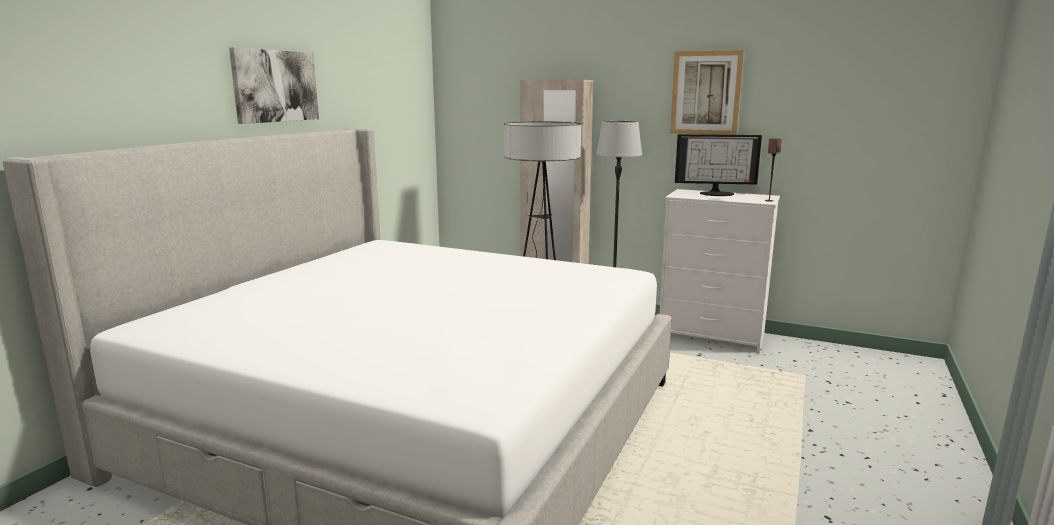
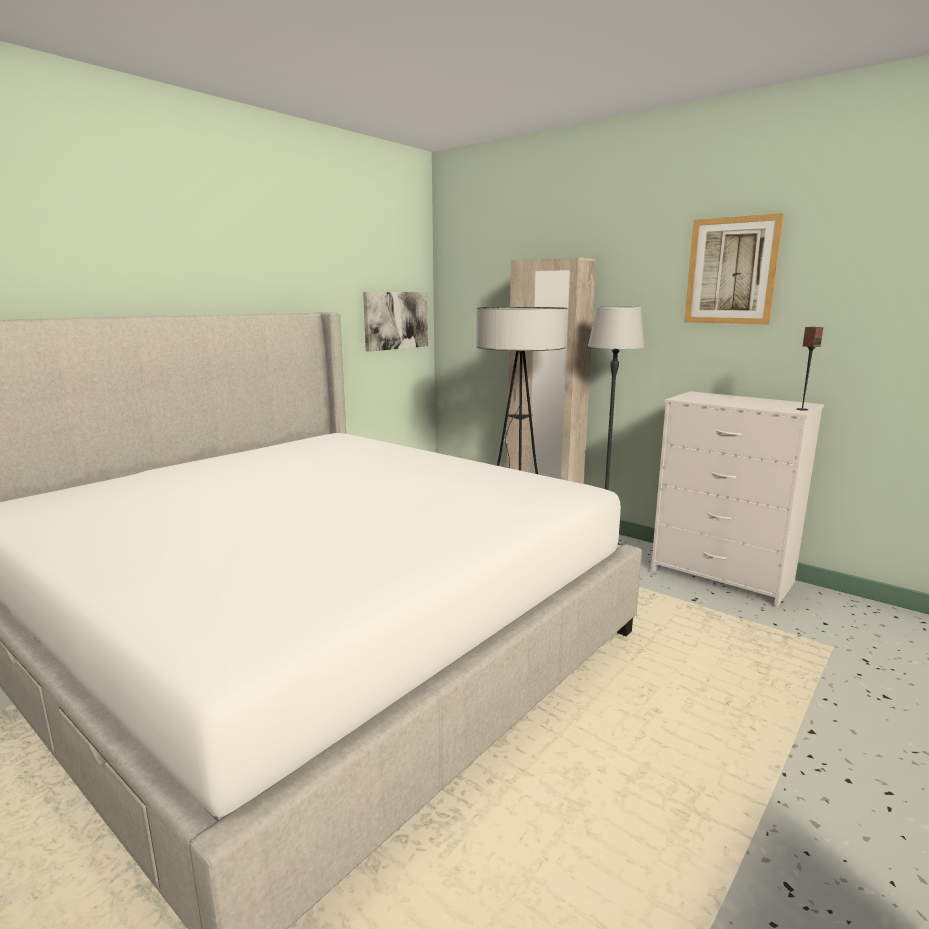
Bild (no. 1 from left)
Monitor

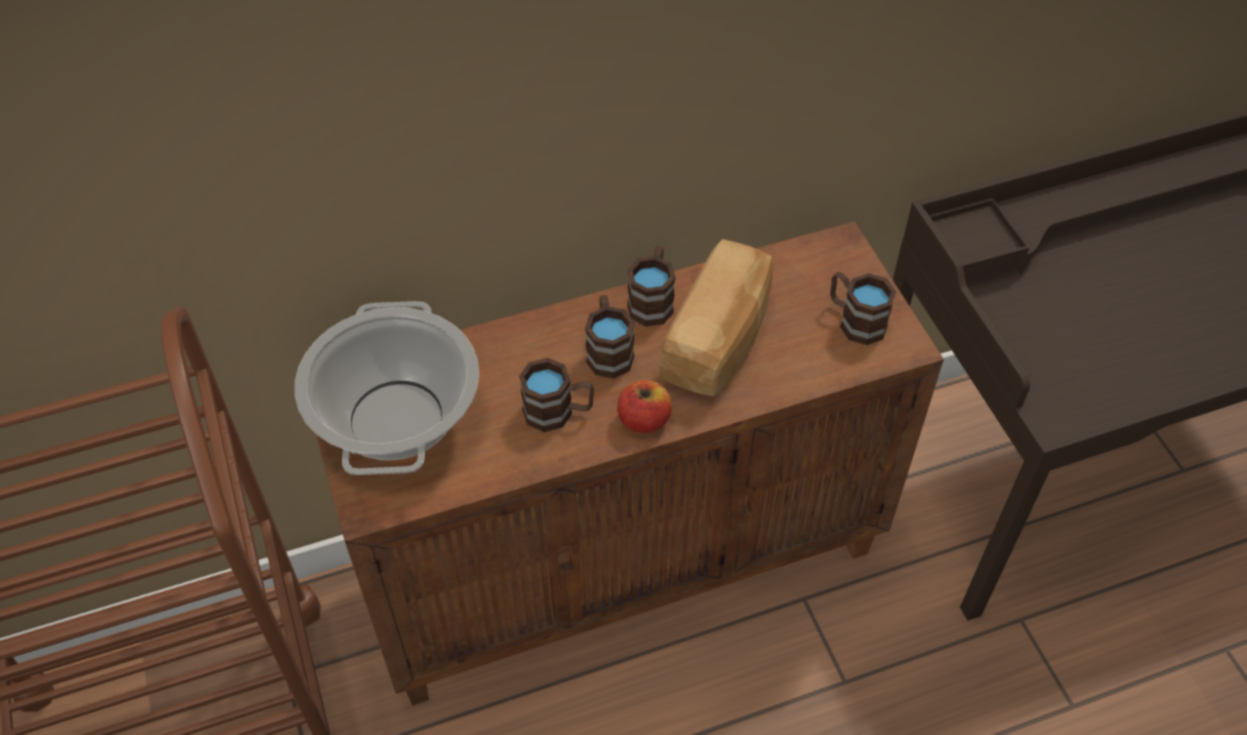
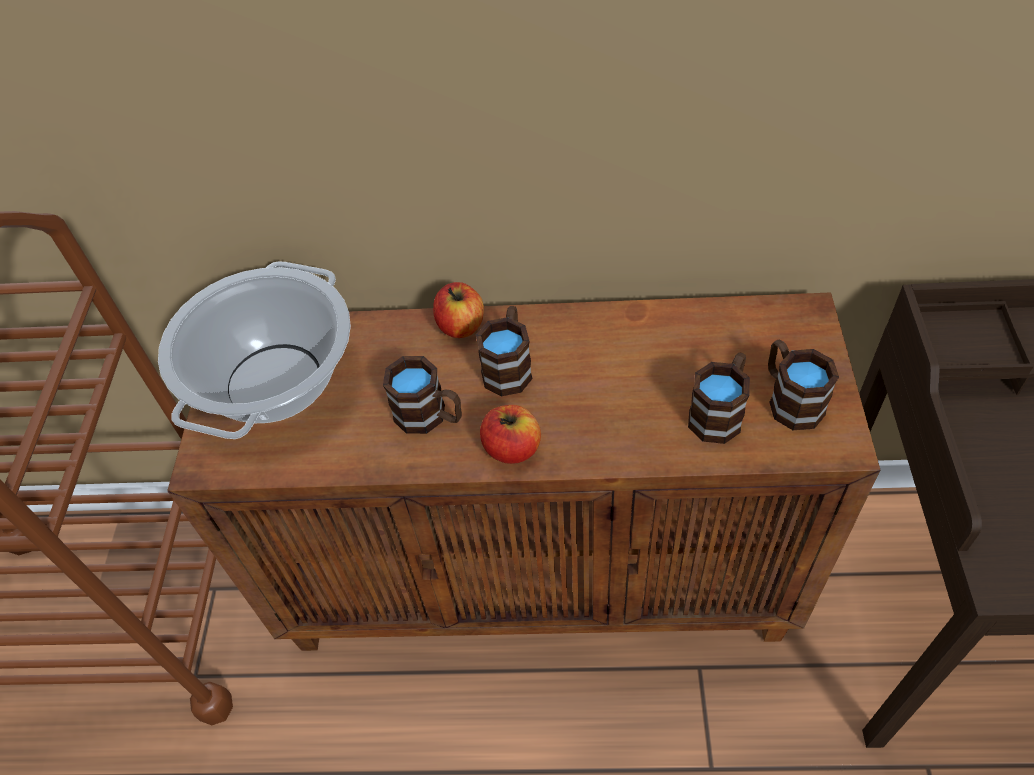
Brot
Henkelbecher/braun (no. 3 from left)
Apfel (no. 1 from left)

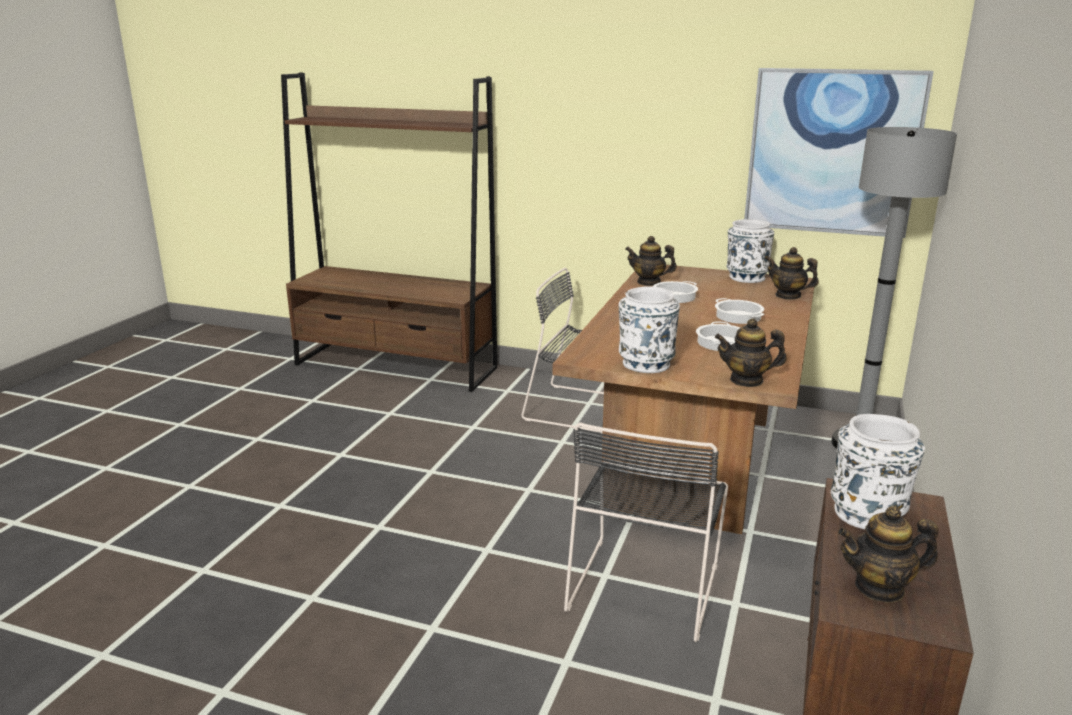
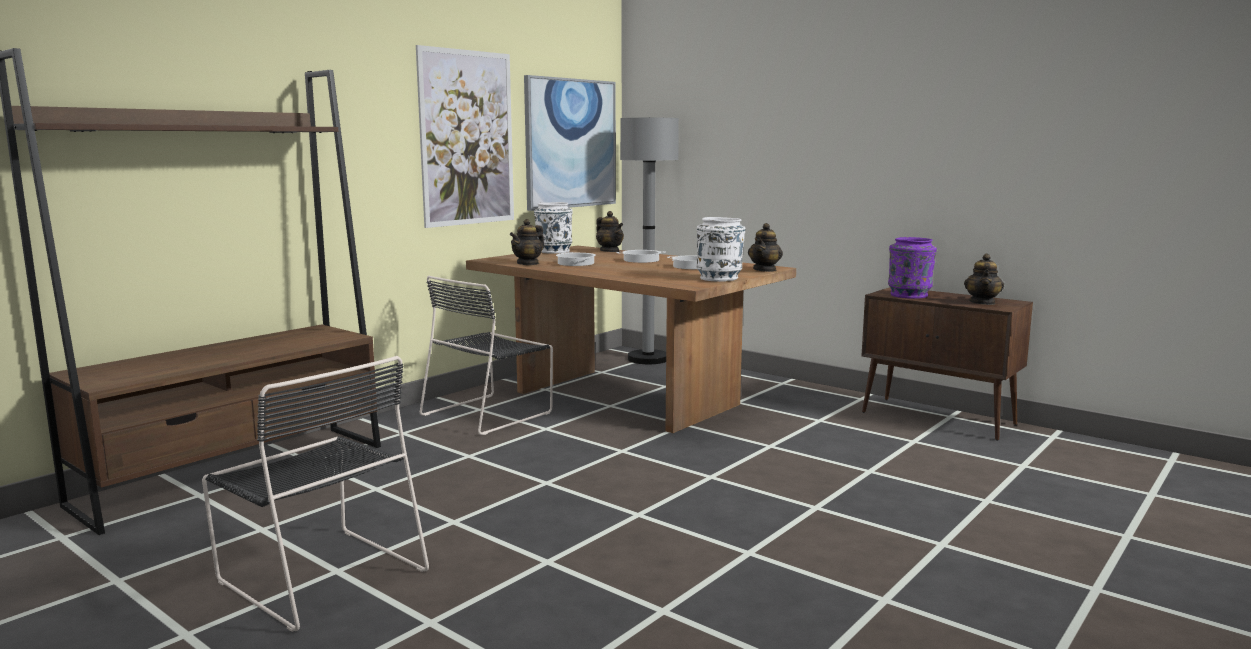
Teekanne (no. 2 from left)
Vase/lila
Stuhl/schwarz (no. 1 from left)
Bild (no. 1 from left)

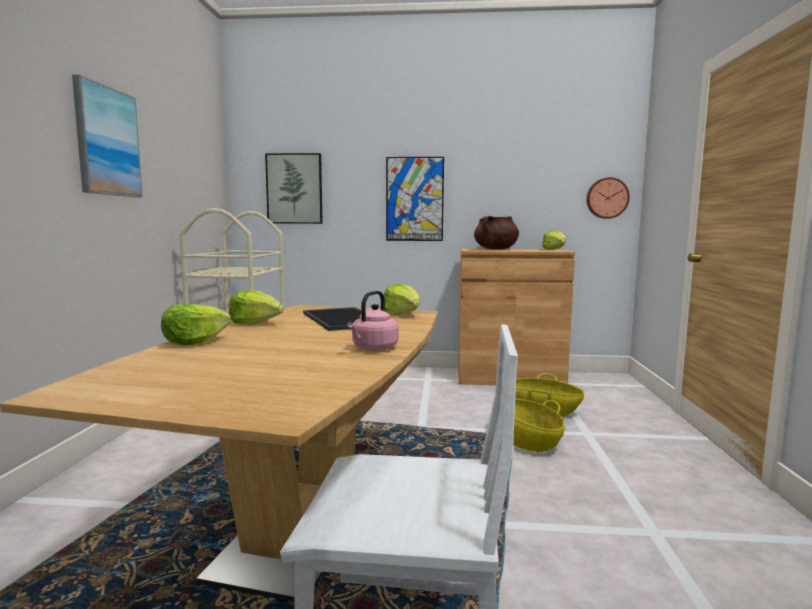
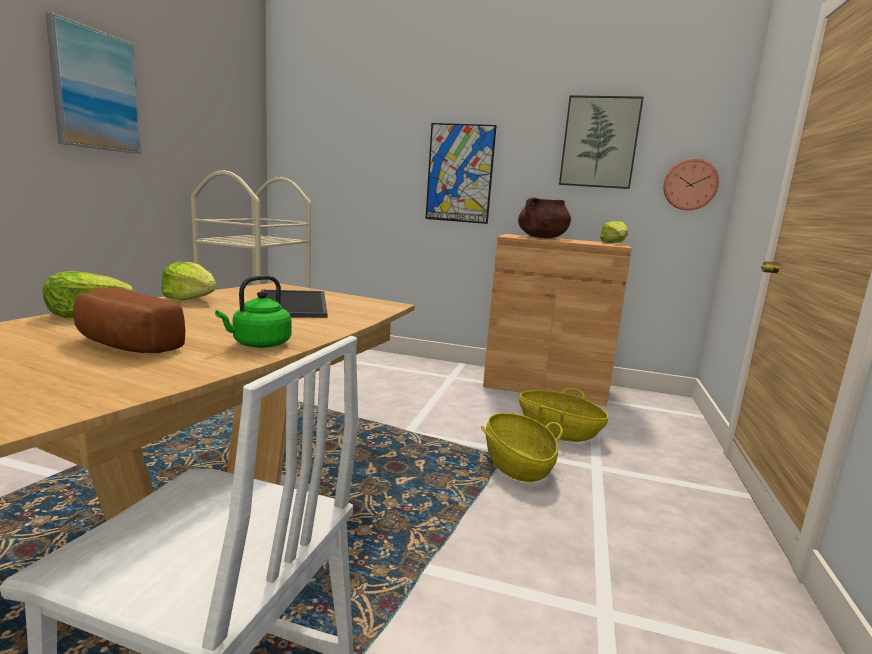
Bild (no. 3 from left)
Salatkopf (no. 3 from left in the first image)
Wasserkessel/grün
Brot

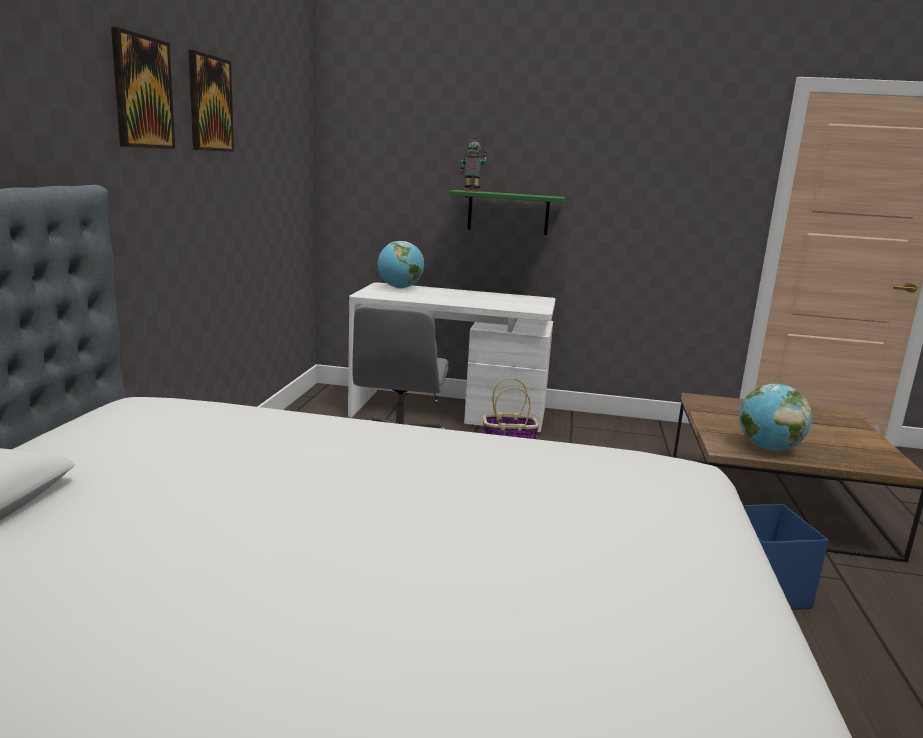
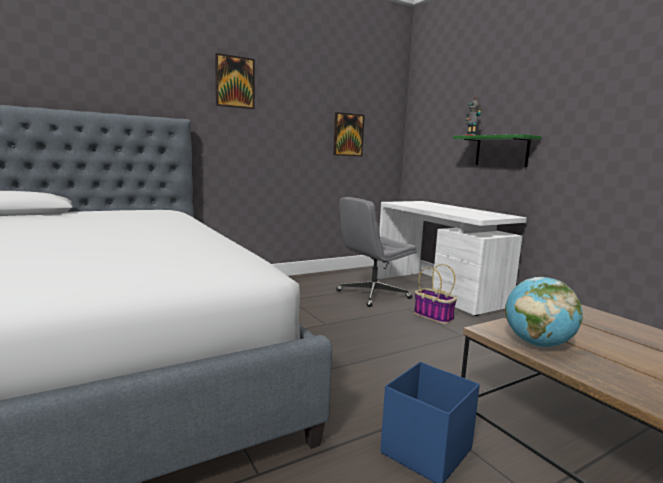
Bild (no. 2 from left)
Globus (no. 1 from left in the first image)

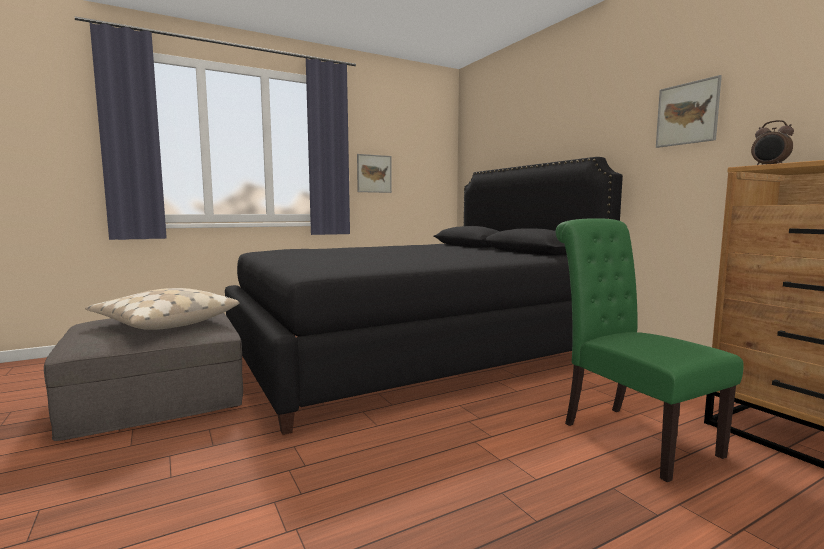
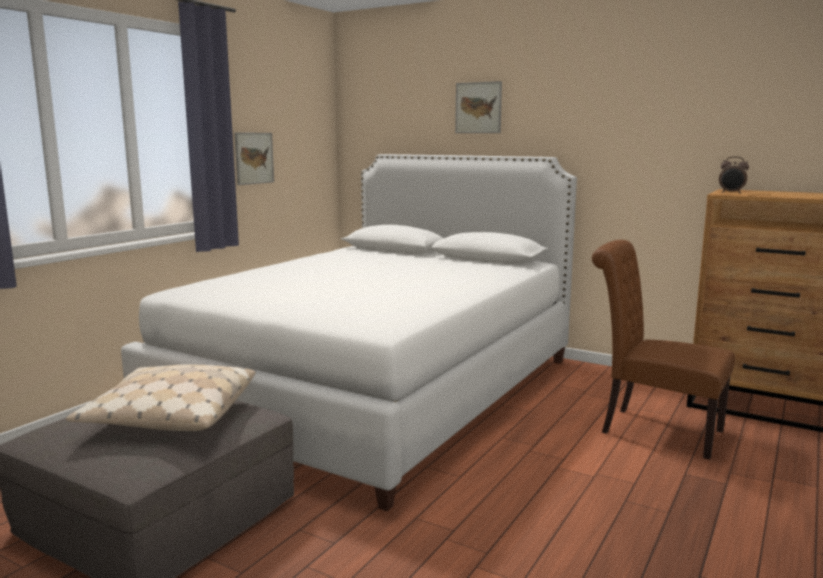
Bild (no. 2 from left)
Bett/weiß
Stuhl/braun

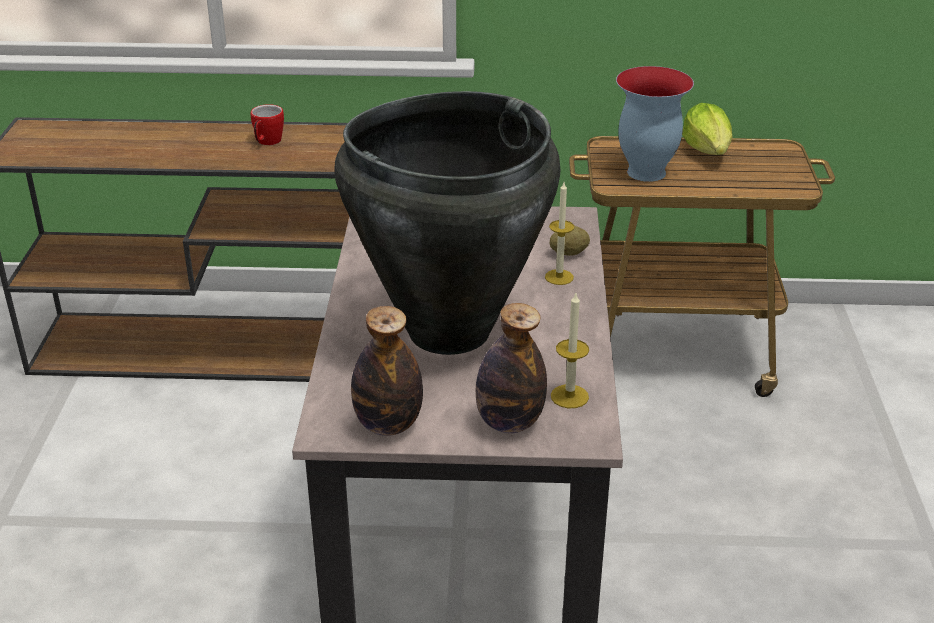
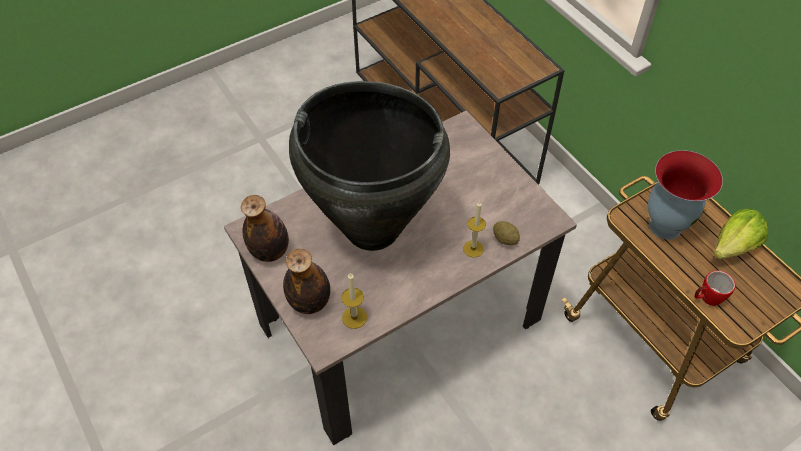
Henkelbecher

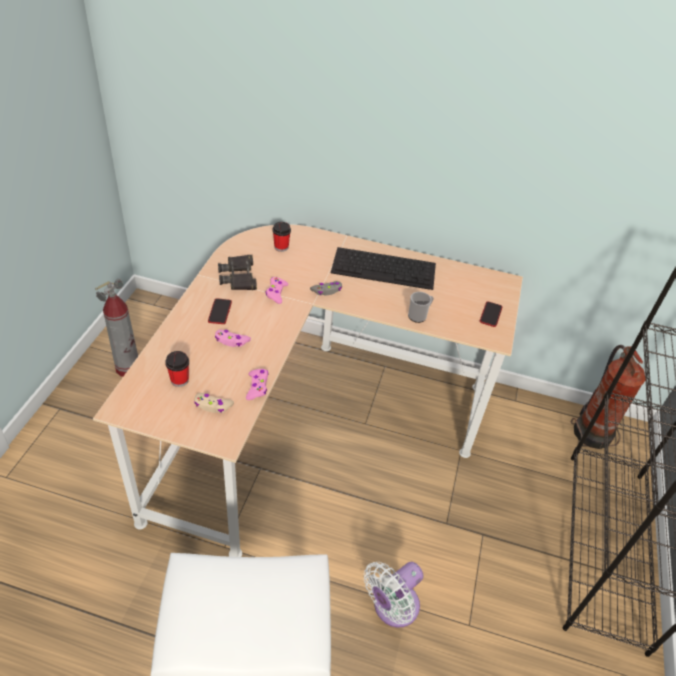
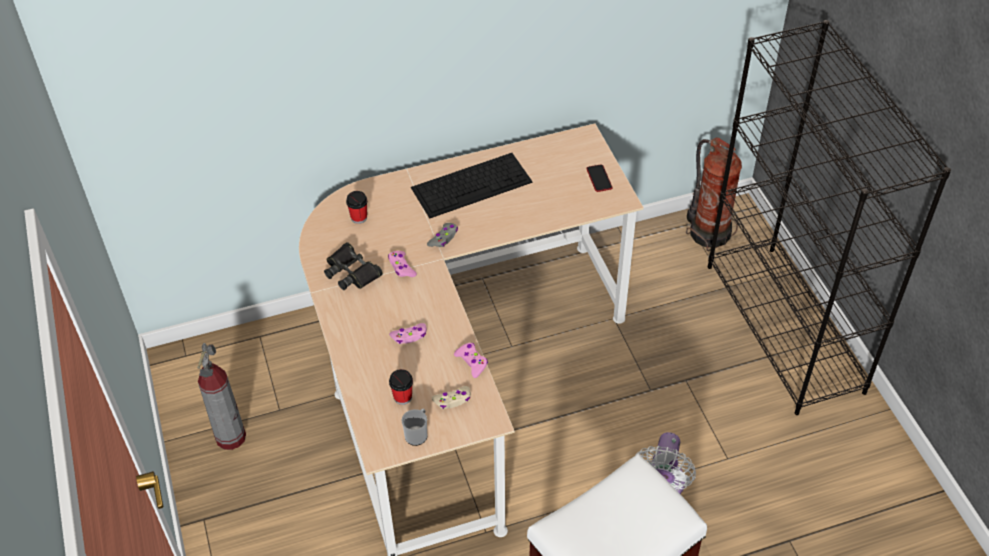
Henkelbecher
Handy (no. 1 from left in the first image)

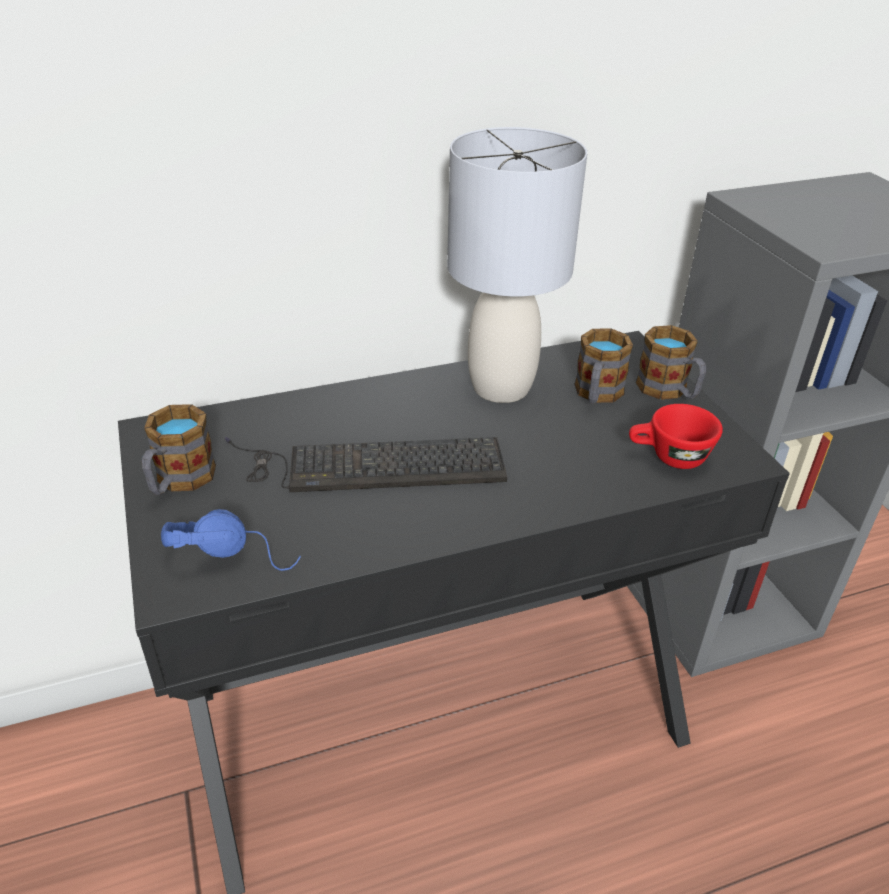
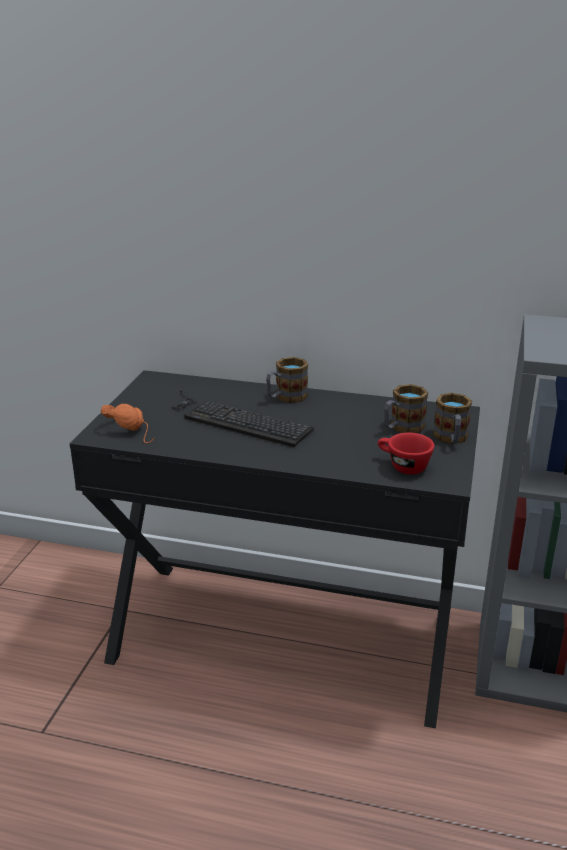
Tischlampe/grau
Henkelbecher (no. 1 from left)
Kopfhörer/orange

